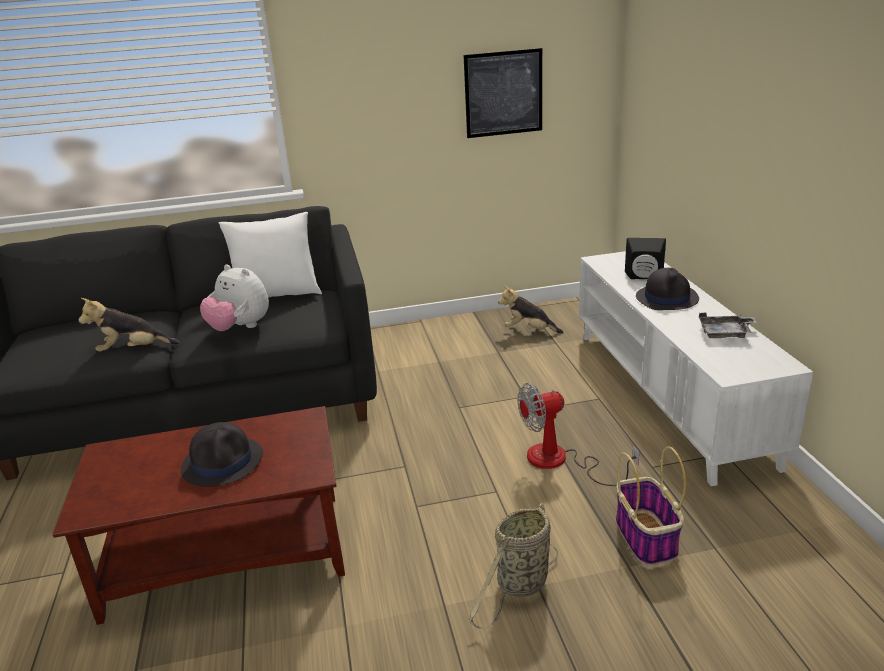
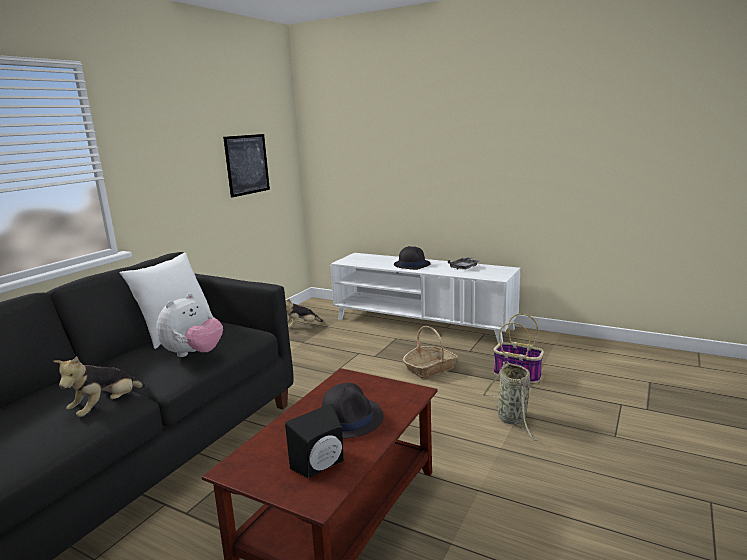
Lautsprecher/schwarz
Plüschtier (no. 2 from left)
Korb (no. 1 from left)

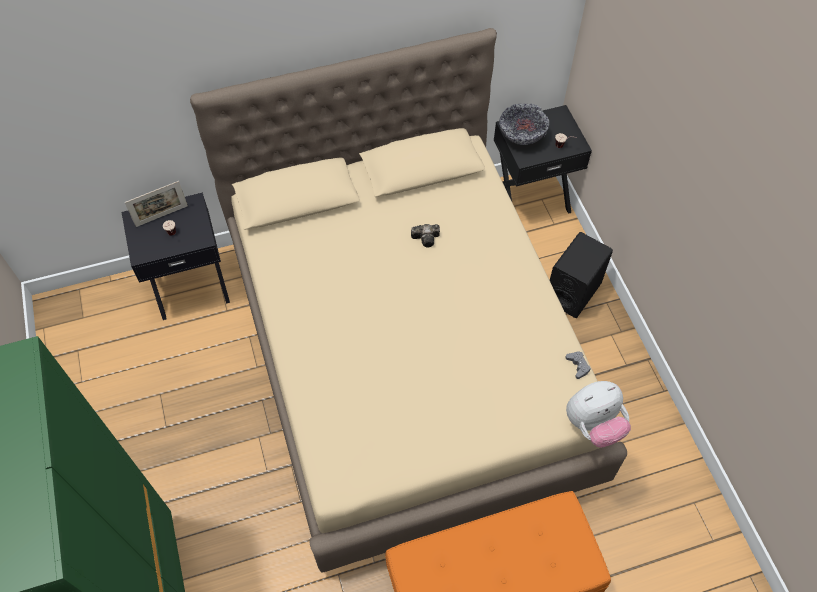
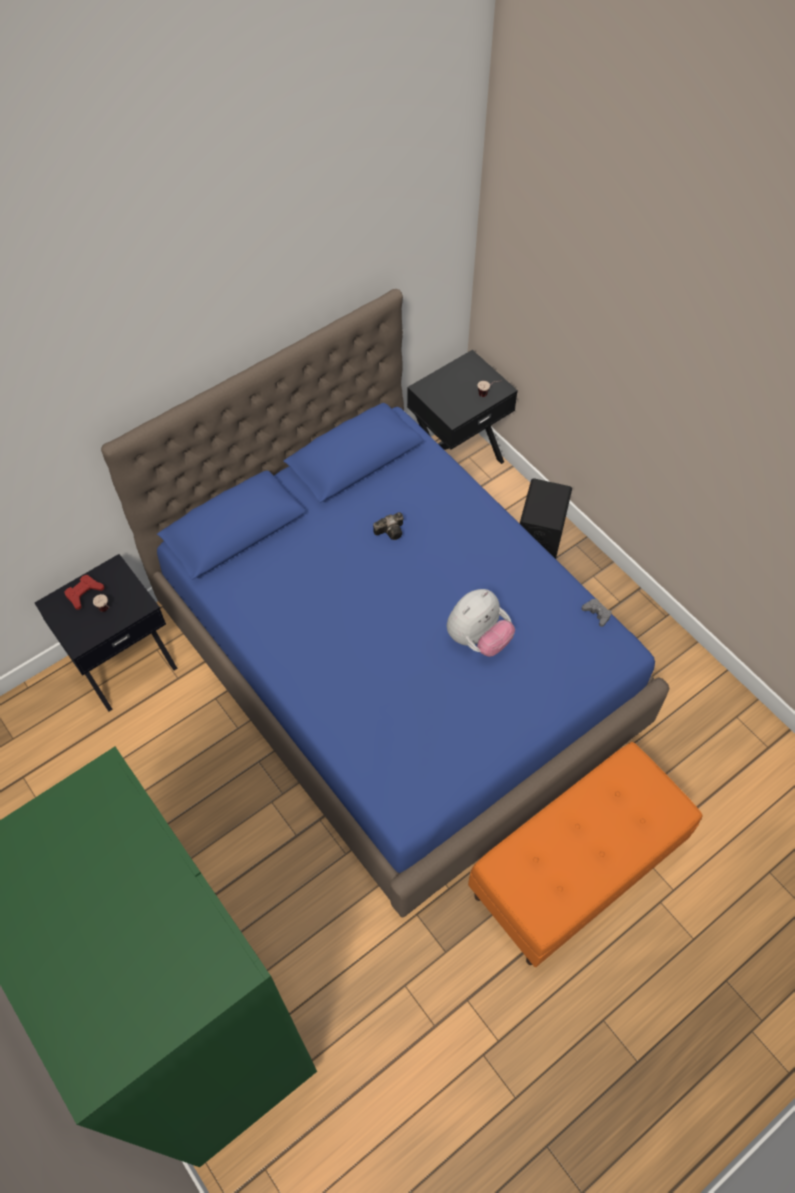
Bett/blau
Schüssel
Gamepad/rot
Plüschtier

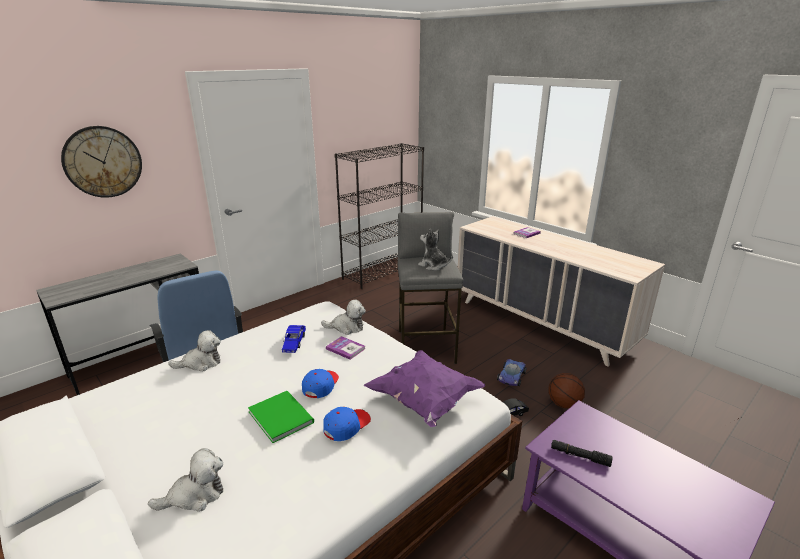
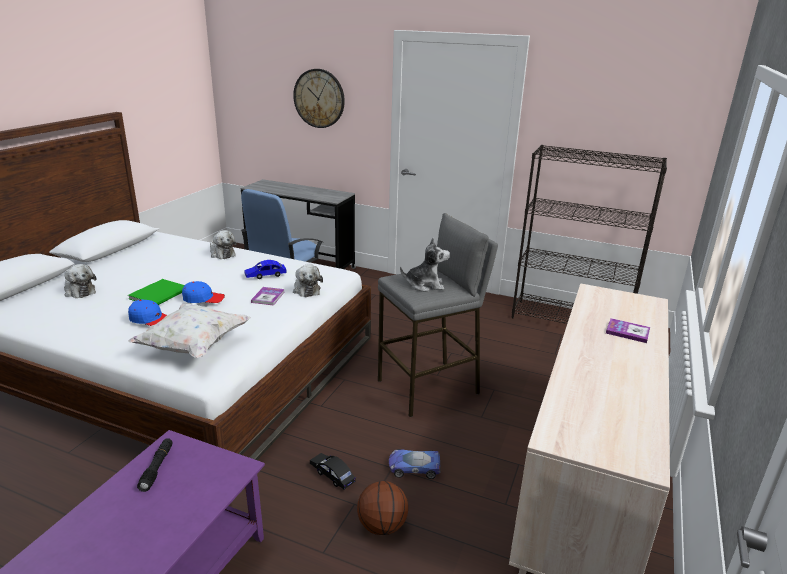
Plüschtier (no. 4 from left)
Kissen/weiß

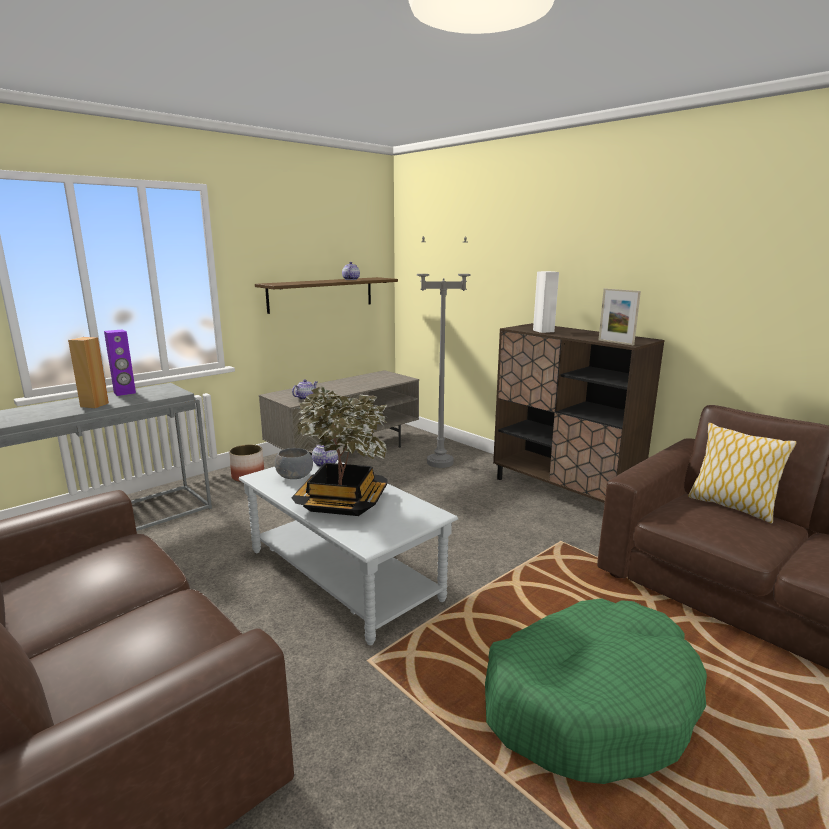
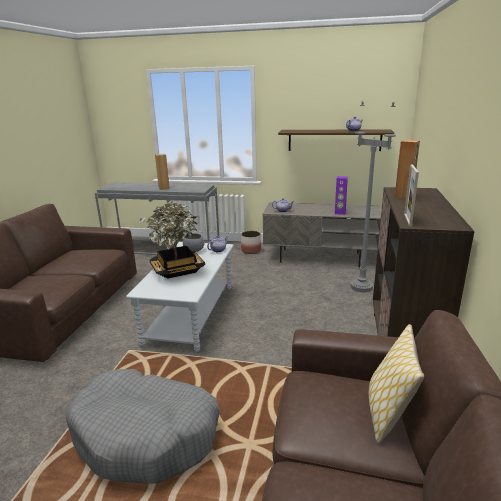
Lautsprecher/braun (no. 2 from left)
Lautsprecher/lila
Hundebett/grau

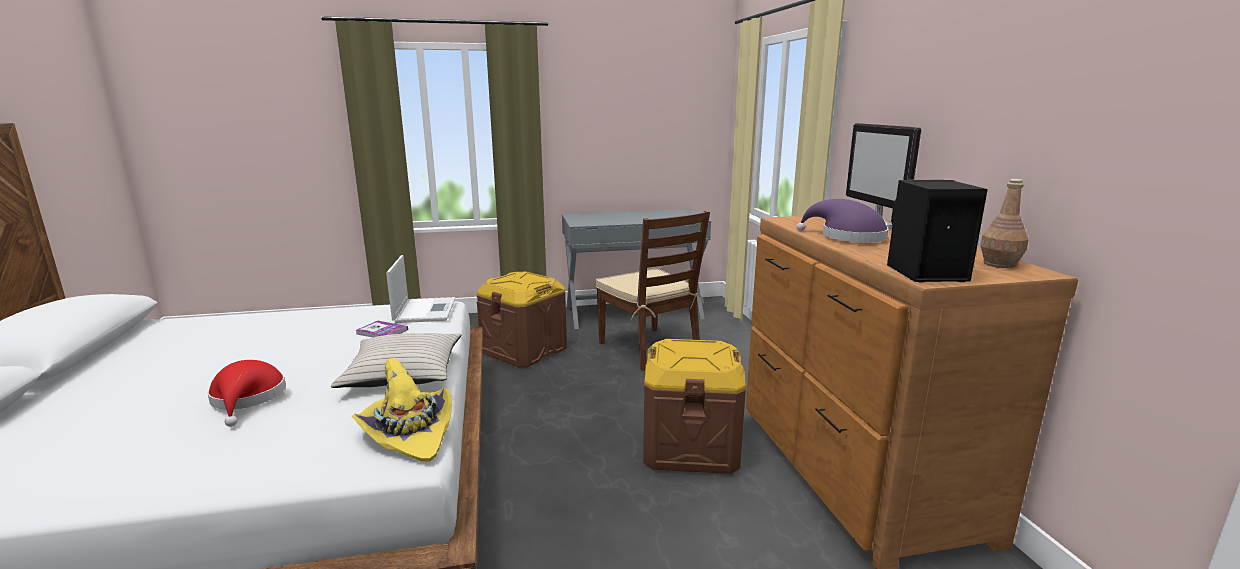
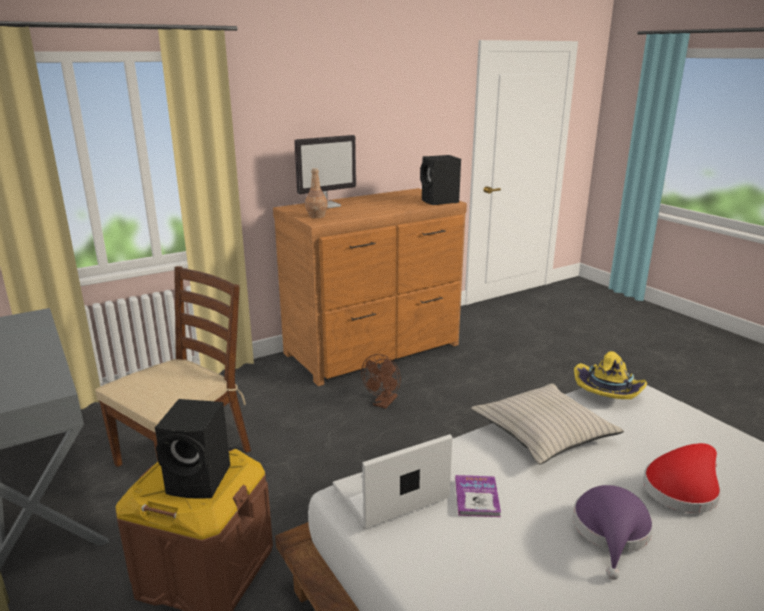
Flasche/braun
Hut/lila
Ventilator/braun
Lautsprecher/schwarz (no. 1 from left)

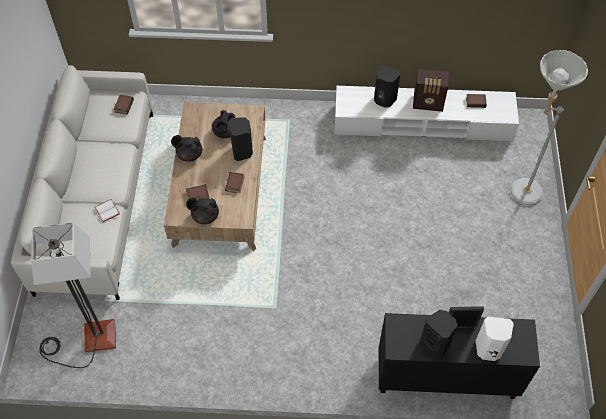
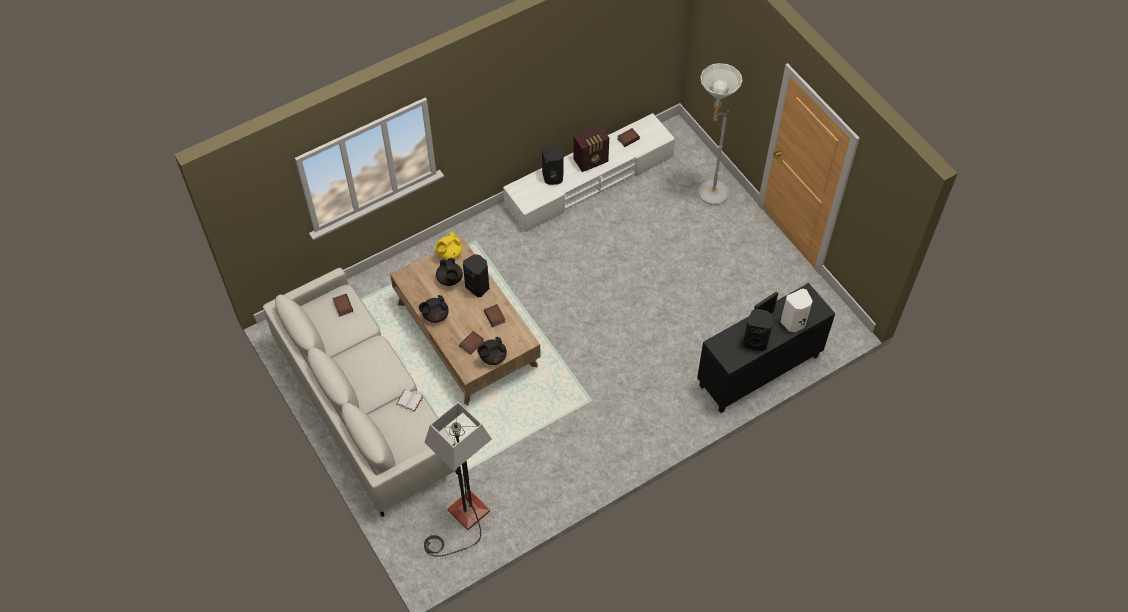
Teekanne/gelb

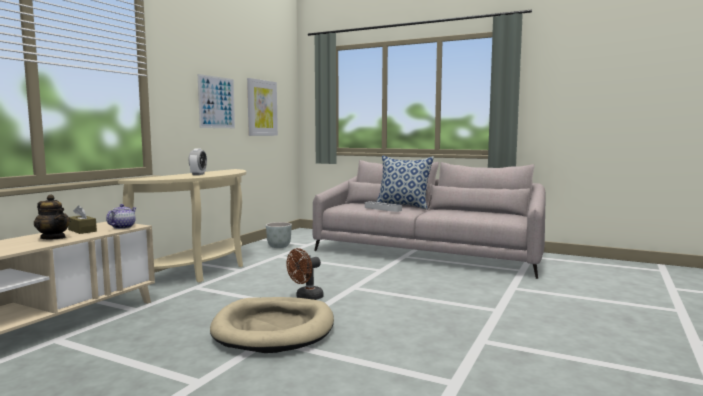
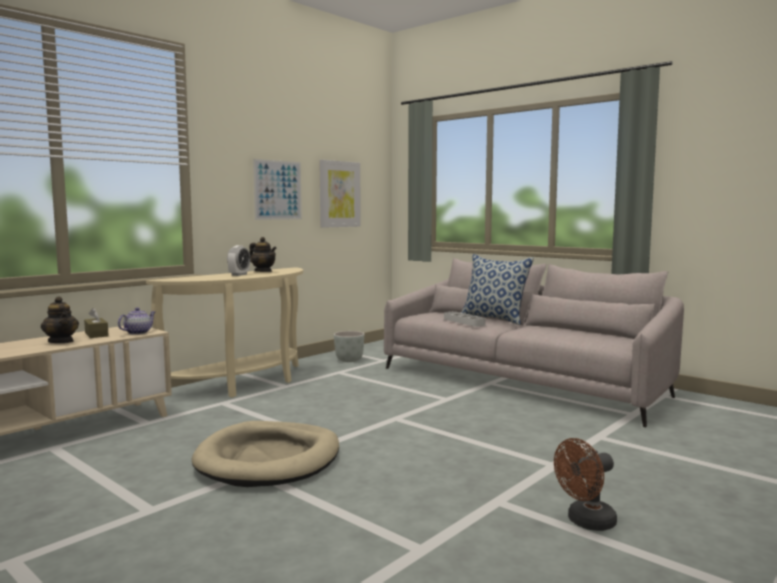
Ventilator/braun
Teekanne (no. 3 from left)

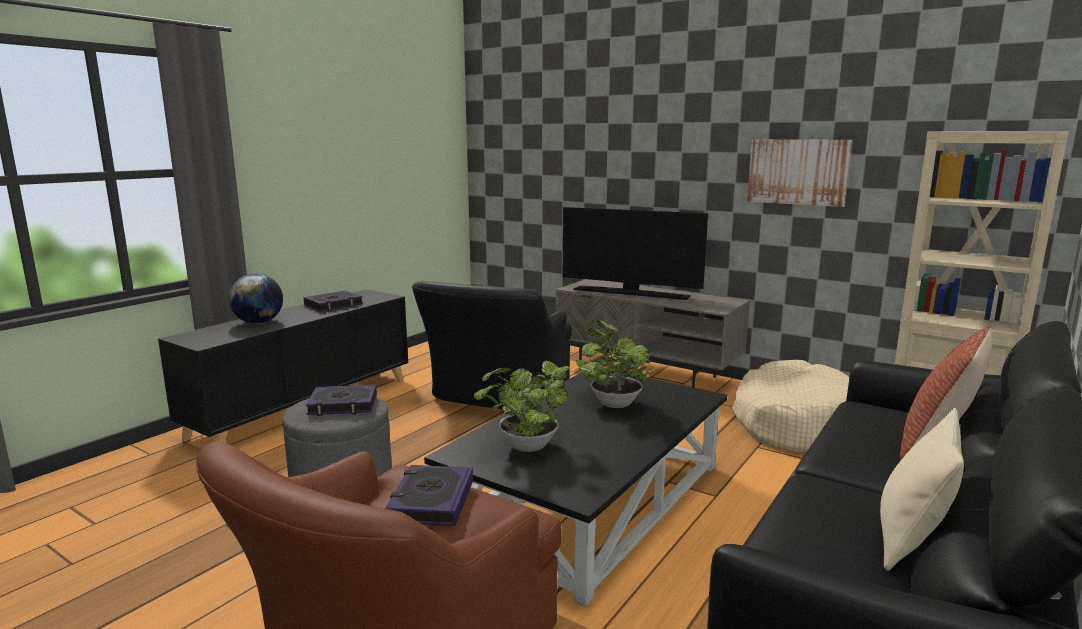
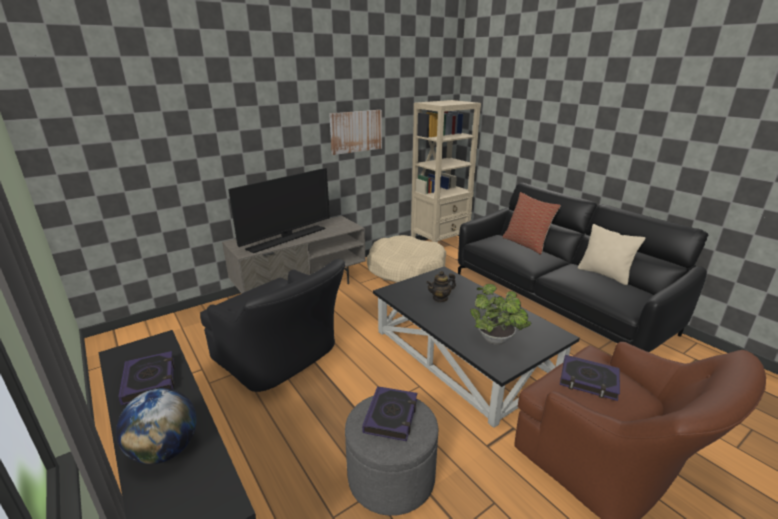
Teekanne

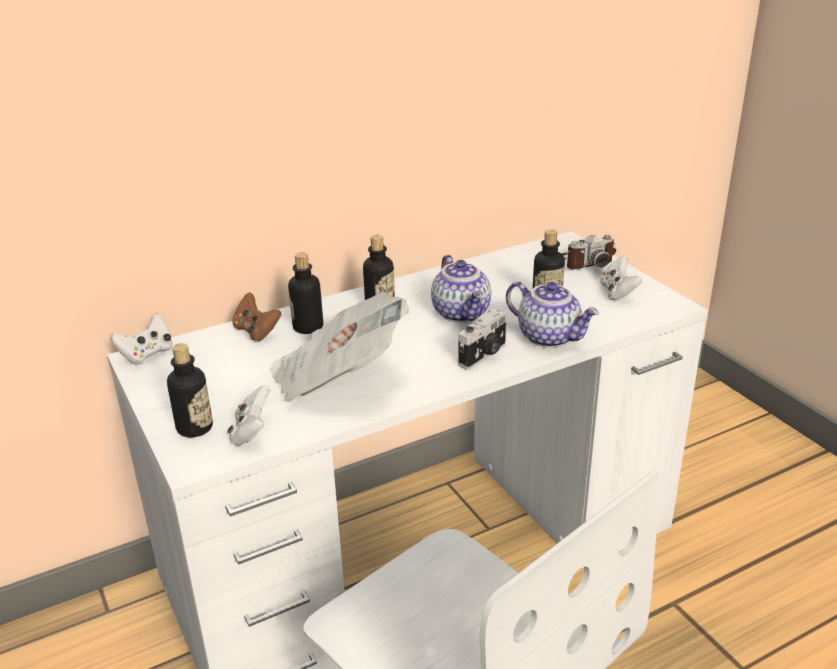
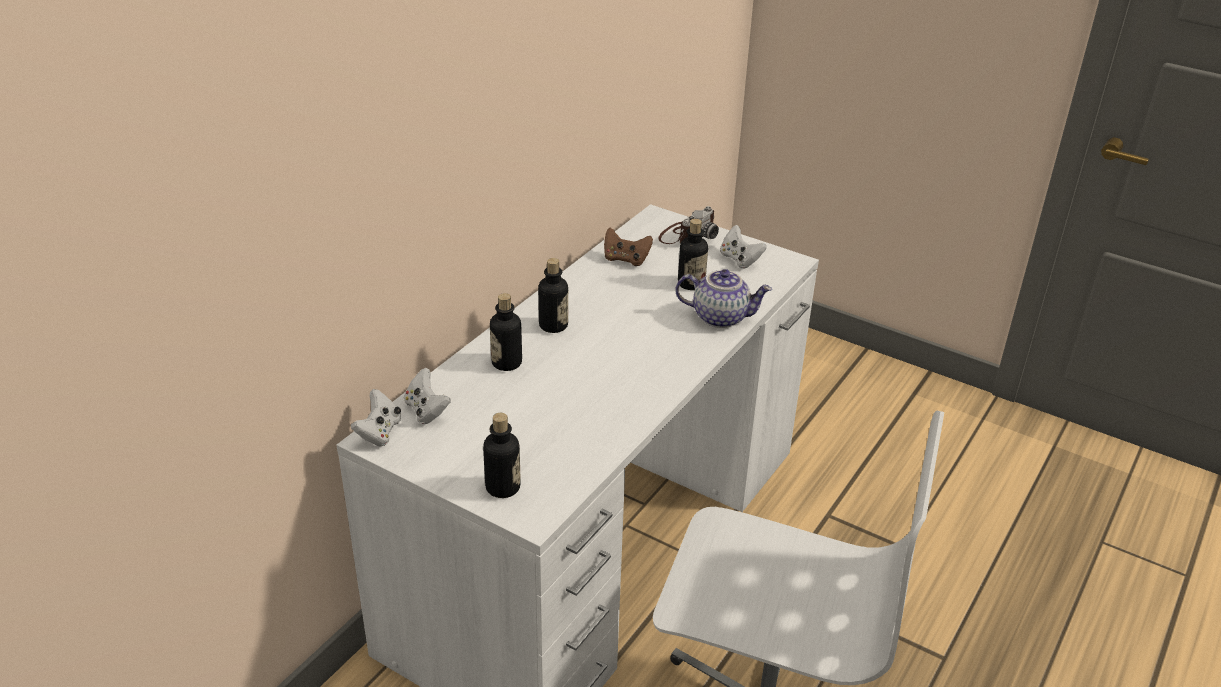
Teekanne (no. 1 from left in the first image)
Gamepad/braun
Zeitung
Kamera (no. 1 from left in the first image)
Gamepad/weiß (no. 2 from left)

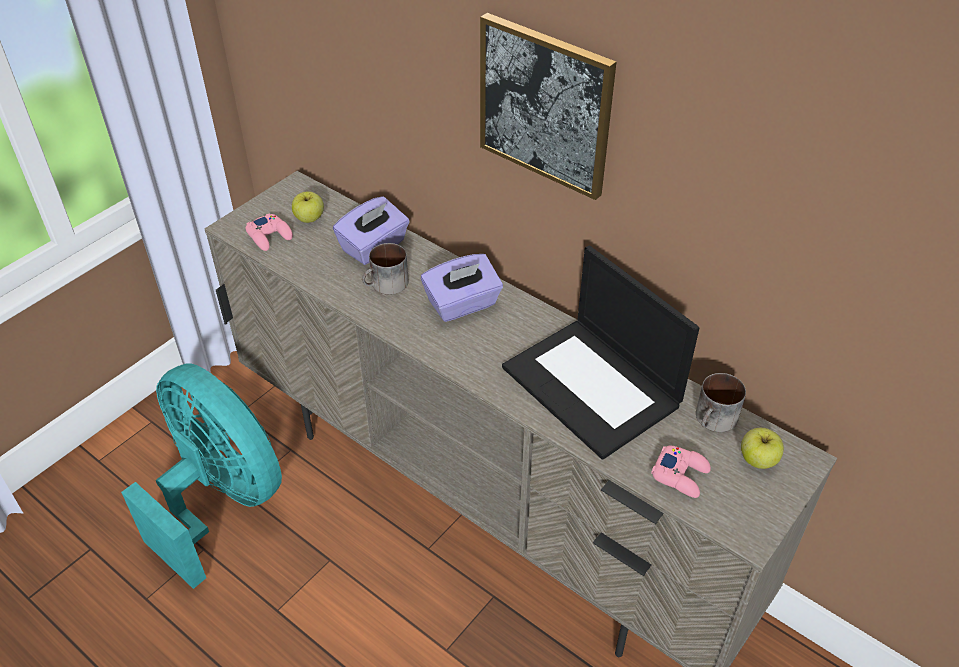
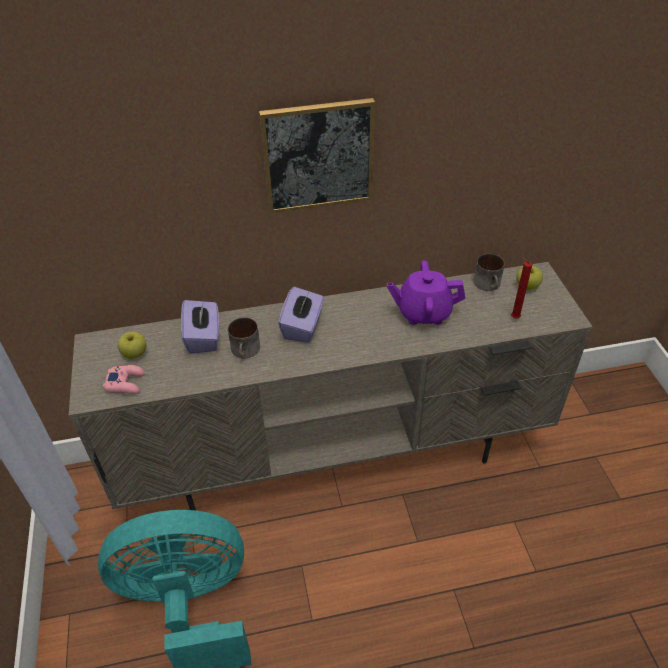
Teekanne/lila
Kerze/rot

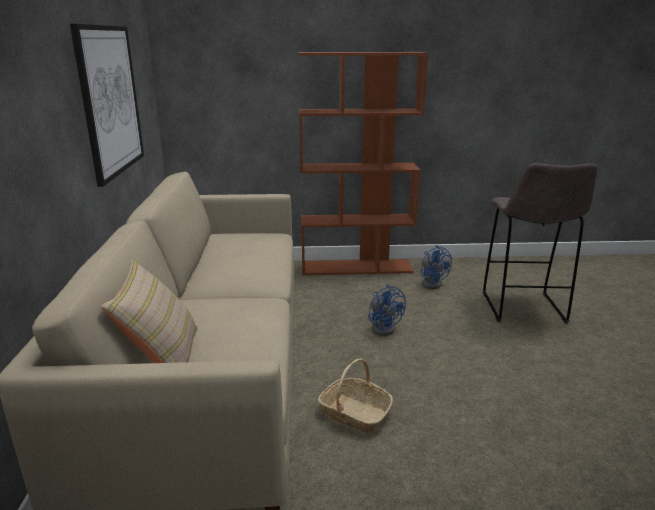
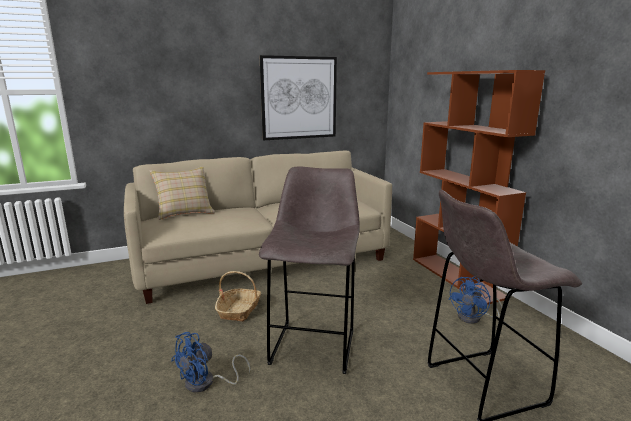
Ventilator/blau (no. 1 from left)
Hocker/grau (no. 1 from left)

